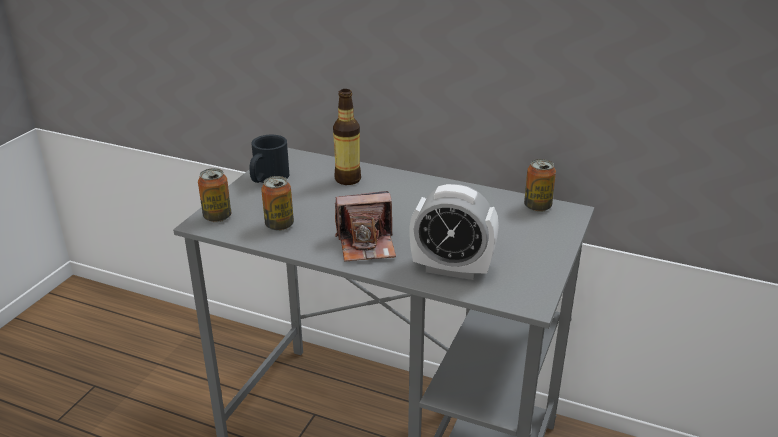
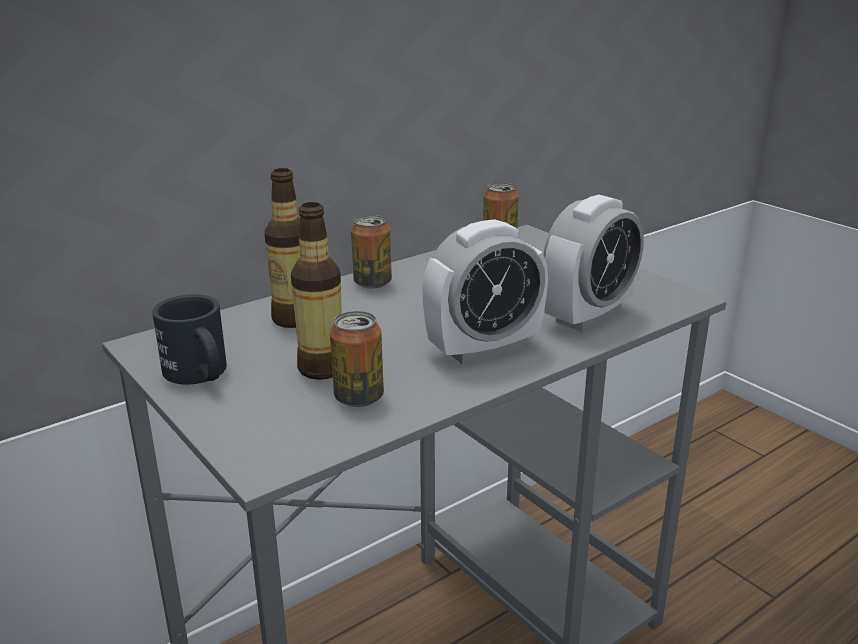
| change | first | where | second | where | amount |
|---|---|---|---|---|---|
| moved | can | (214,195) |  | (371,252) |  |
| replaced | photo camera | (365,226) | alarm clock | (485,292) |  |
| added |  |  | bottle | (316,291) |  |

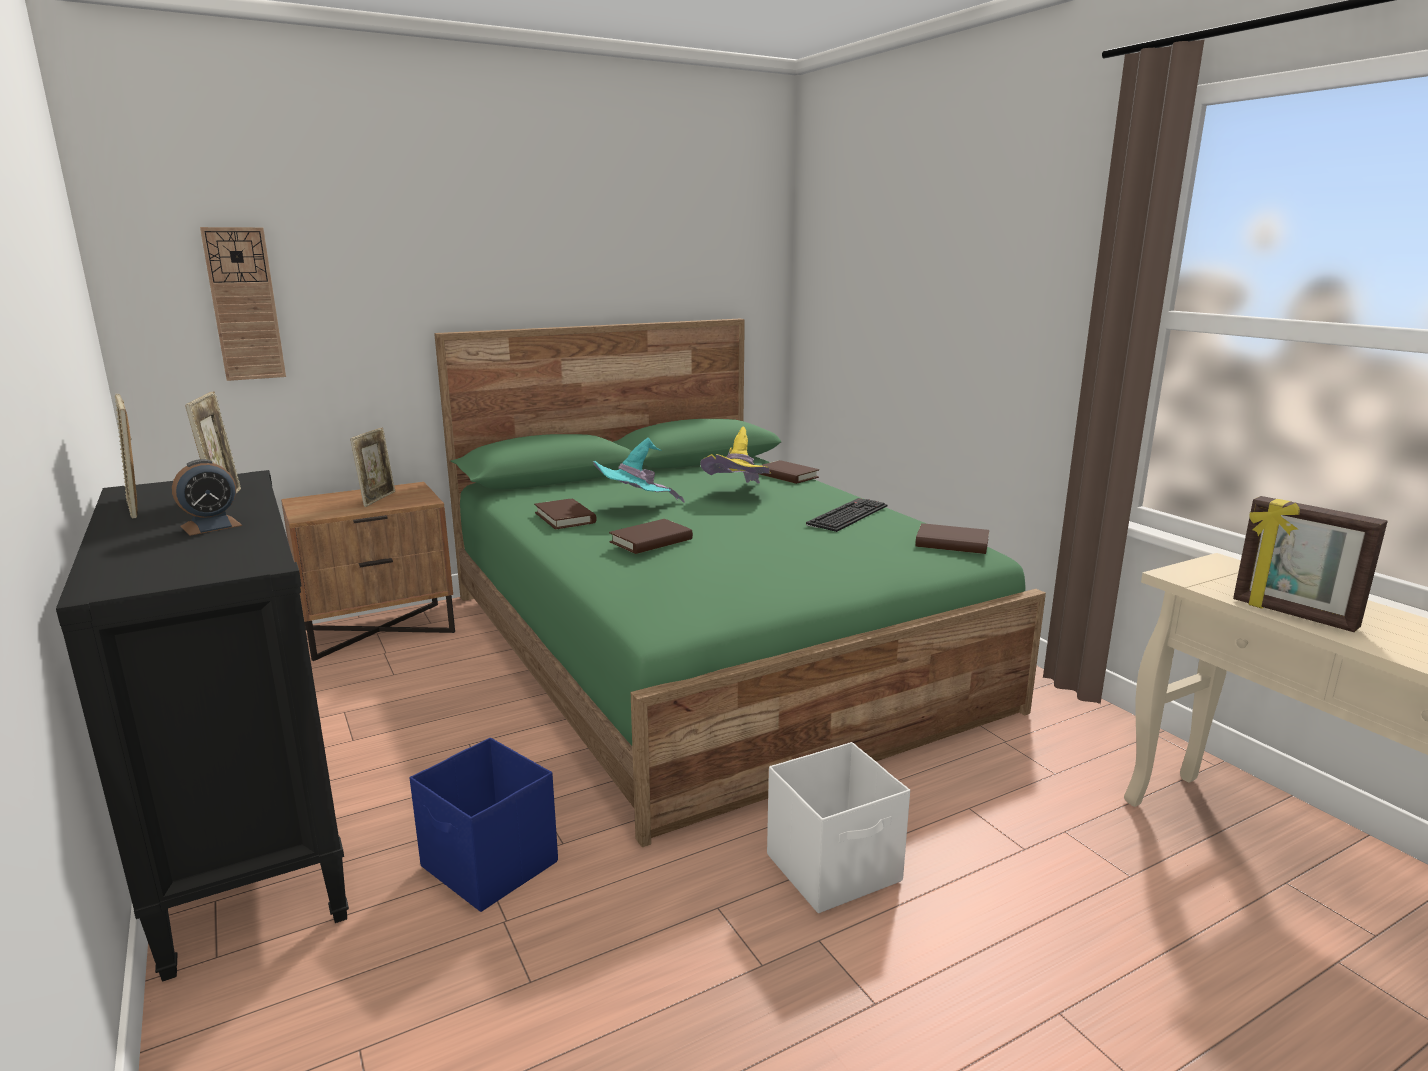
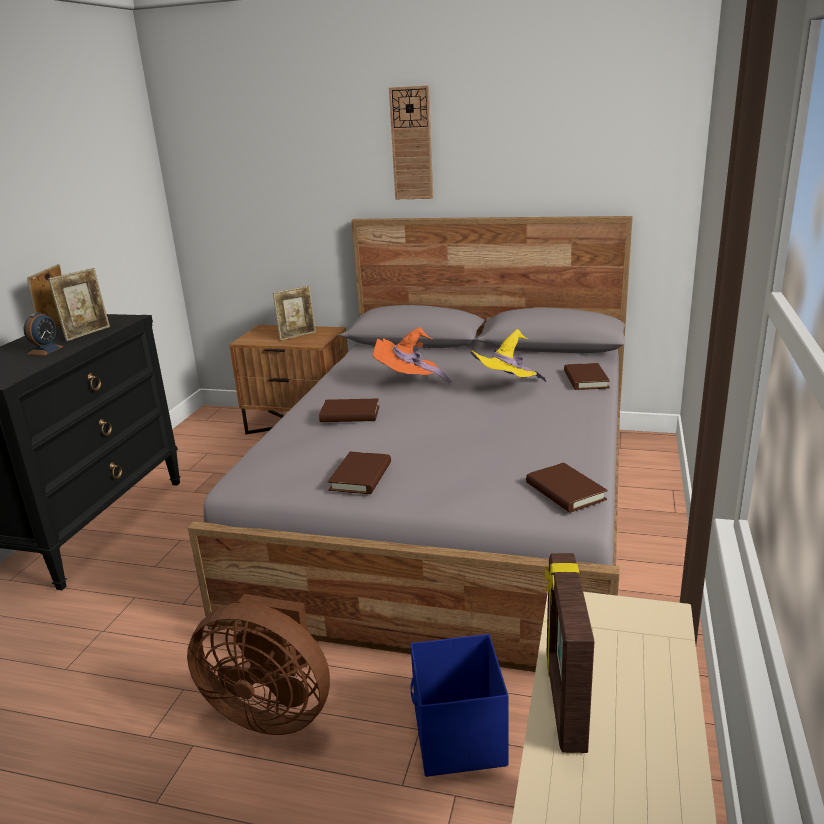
| change | first | where | second | where | amount |
|---|---|---|---|---|---|
| moved | wall clock | (243,304) |  | (411,142) |  |
| recoloured | bed (green) | (740,583) | bed (grey) | (410,444) |  |
| recoloured | hat (turquoise) | (639,470) | hat (orange) | (412,356) |  |
| turned | alarm clock | (207,497) |  | (44,334) | 75 degrees counterclockwise |
| moved | book (brown) | (565,514) |  | (359,473) |  |
| removed | keyboard | (847,515) |  |  |  |
| moved | storage box (blue) | (484,825) |  | (459,705) |  |
| replaced | storage box (white) | (838,827) | fan (brown) | (258,664) |  |

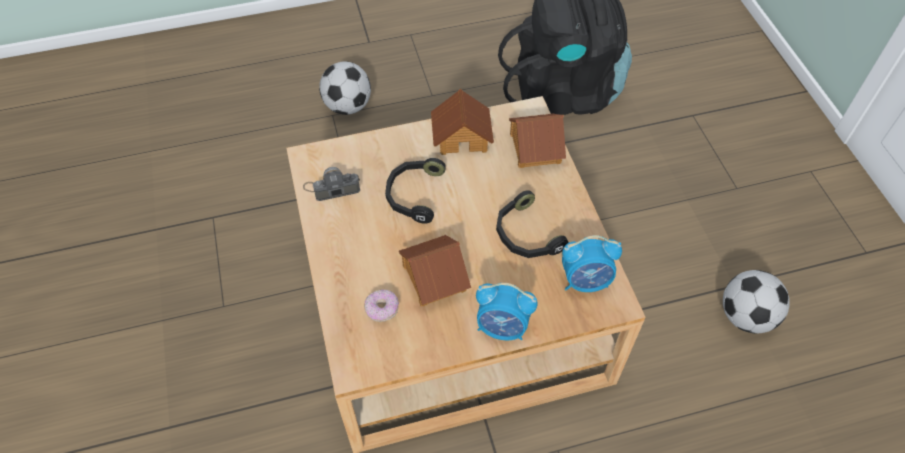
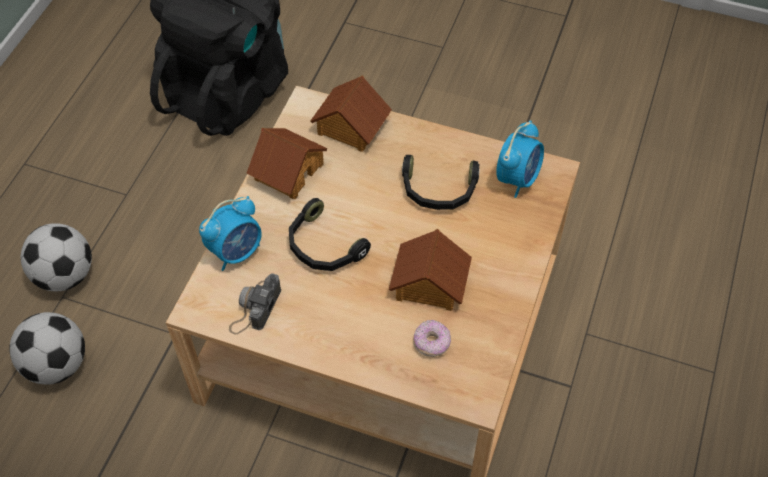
| change | first | where | second | where | amount |
|---|---|---|---|---|---|
| moved | football | (756,302) |  | (47,348) |  |
| moved | alarm clock | (507,311) |  | (230,233) |  |

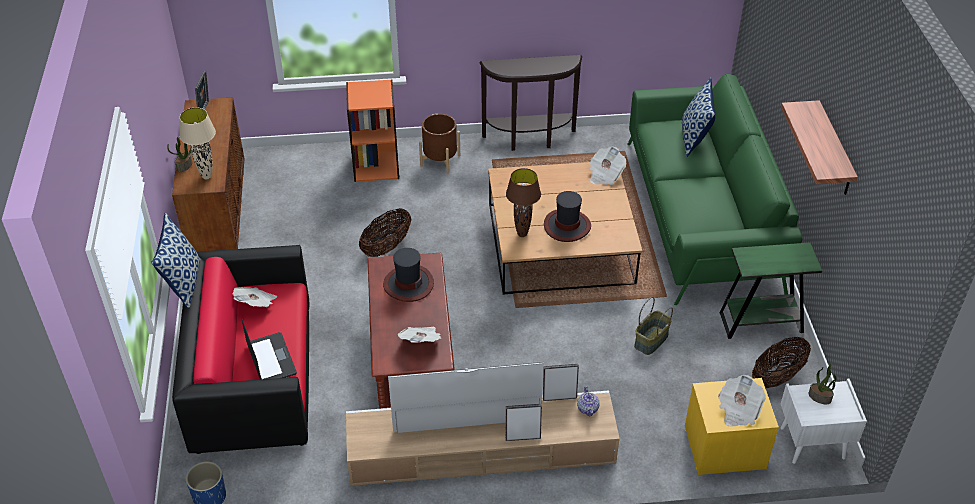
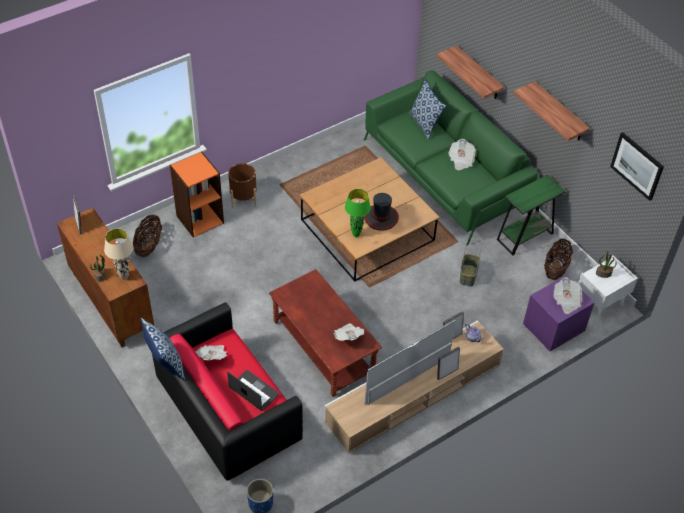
| change | first | where | second | where | amount |
|---|---|---|---|---|---|
| removed | console table (brown) | (530,103) |  |  |  |
| moved | newspaper | (607,166) |  | (462,154) |  |
| recoloured | table lamp (brown) | (523,202) | table lamp (green) | (358,213) |  |
| moved | basket | (385,232) |  | (147,236) |  |
| removed | hat | (408,275) |  |  |  |
| recoloured | nightstand (yellow) | (732,426) | nightstand (purple) | (559,313) |  |
| added |  |  | shelf | (470,72) |  |
| added |  |  | picture | (637,166) |  |

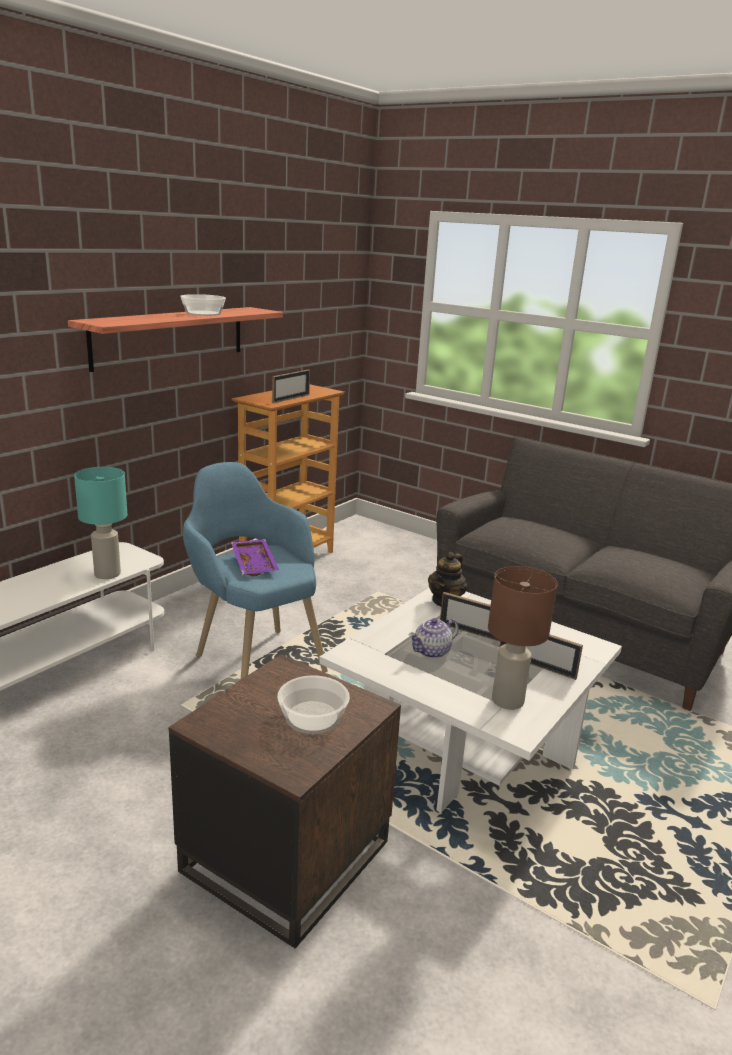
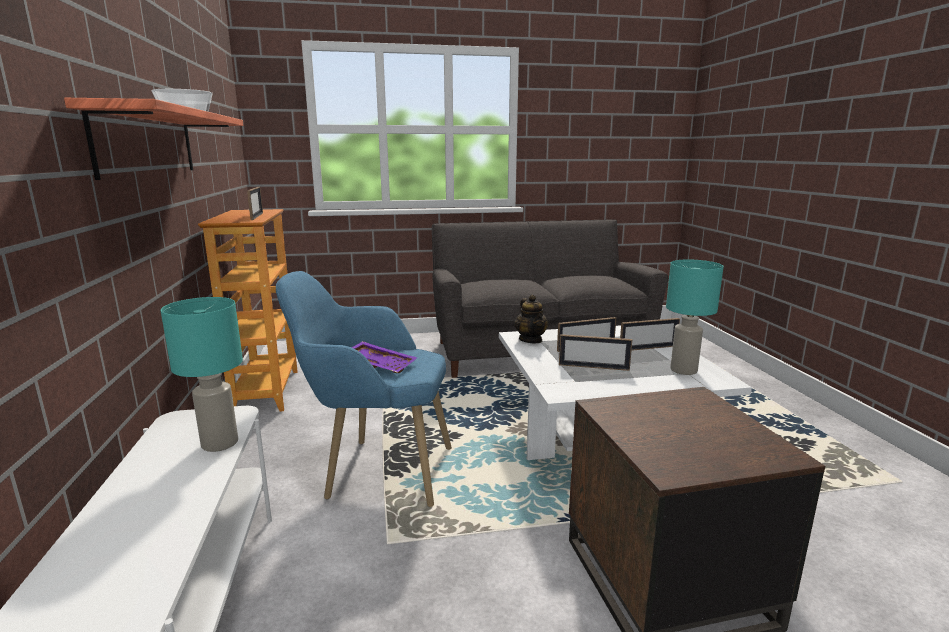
| change | first | where | second | where | amount |
|---|---|---|---|---|---|
| recoloured | table lamp (brown) | (523,638) | table lamp (turquoise) | (695,317) |  |
| replaced | teapot | (434,638) | picture frame | (595,352) |  |
| removed | bowl | (313,704) |  |  |  |

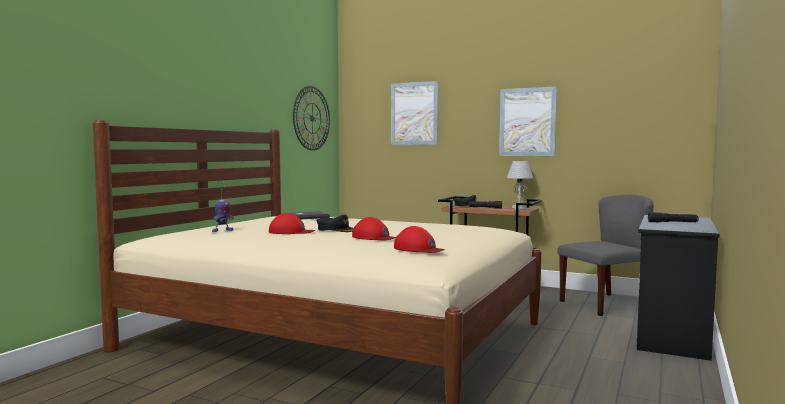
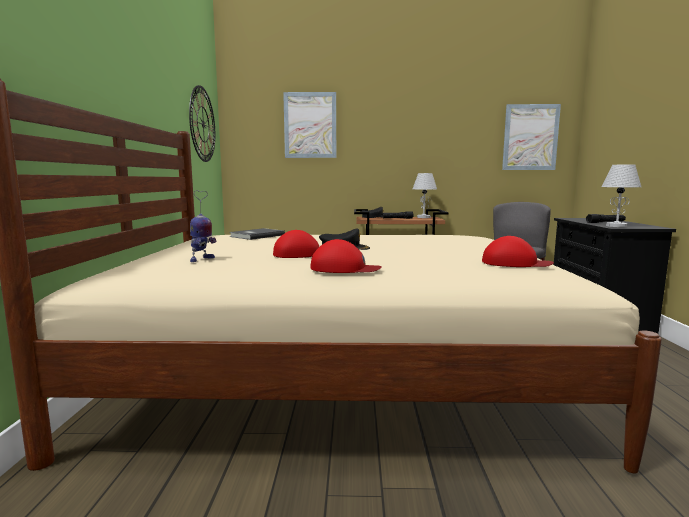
| change | first | where | second | where | amount |
|---|---|---|---|---|---|
| moved | picture | (528,121) |  | (531,137) |  |
| moved | cap (red) | (374,228) |  | (346,256) |  |
| added |  |  | table lamp (white) | (621,195) |  |

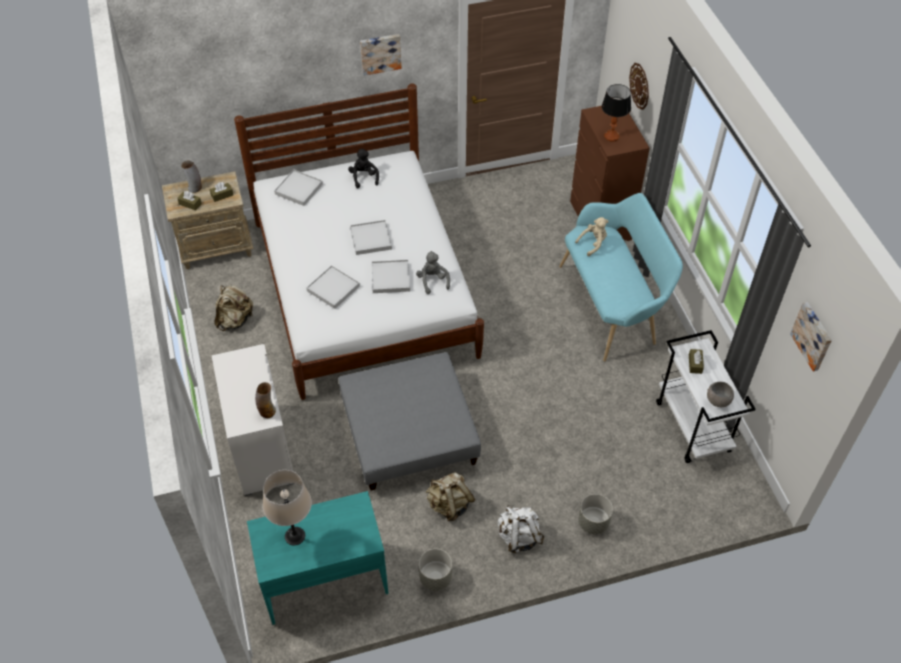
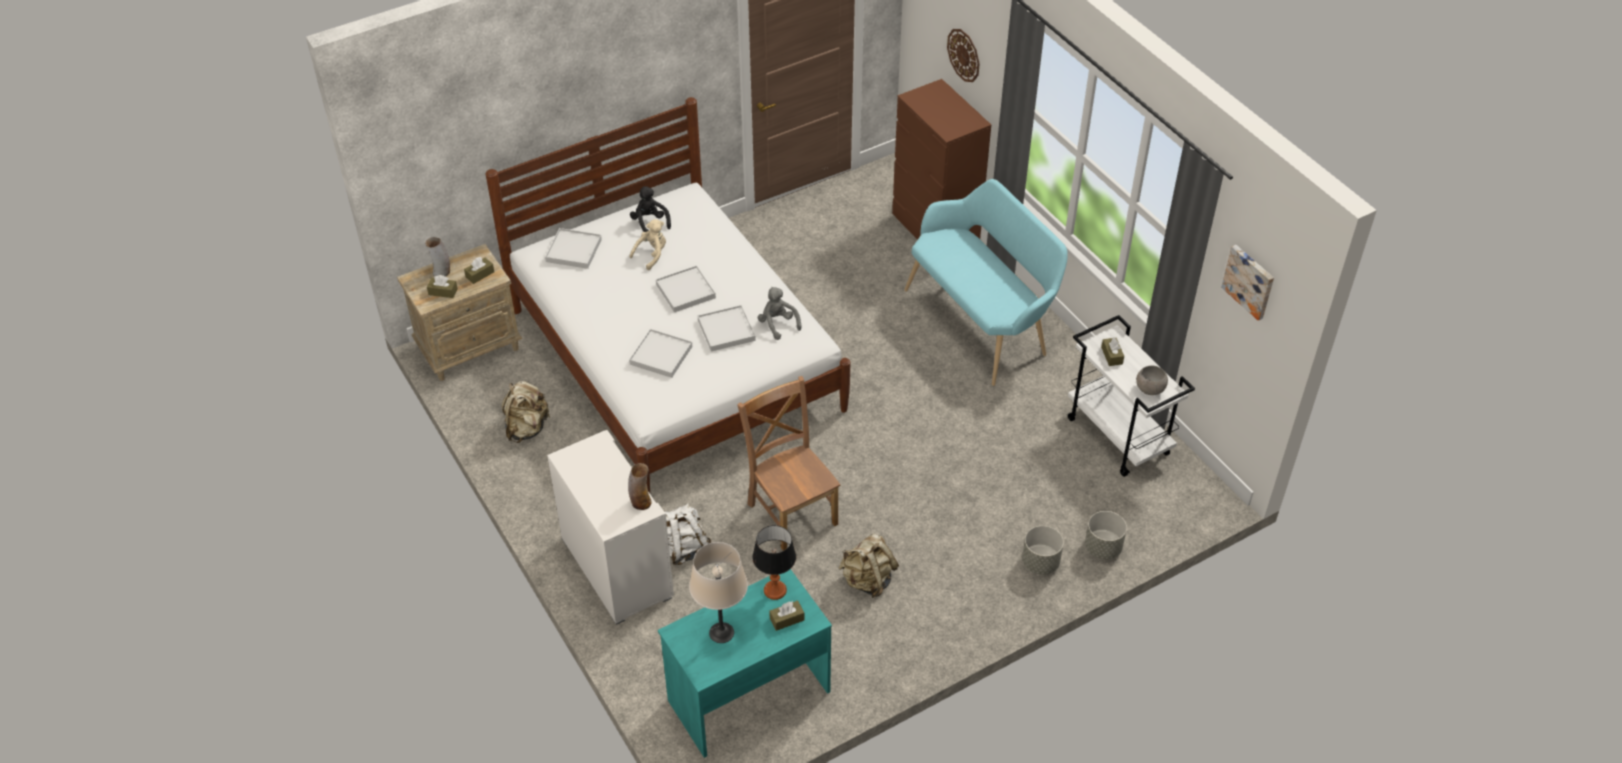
| change | first | where | second | where | amount |
|---|---|---|---|---|---|
| removed | picture | (381,55) |  |  |  |
| moved | table lamp | (616,113) |  | (774,562) |  |
| moved | plush toy (beige) | (592,236) |  | (647,244) |  |
| replaced | ottoman (grey) | (409,421) | chair (brown) | (788,463) |  |
| moved | backpack (white) | (521,529) |  | (687,534) |  |
| moved | planter (grey) | (435,570) |  | (1106,535) |  |
| added |  |  | tissue box (brown) | (786,615) |  |

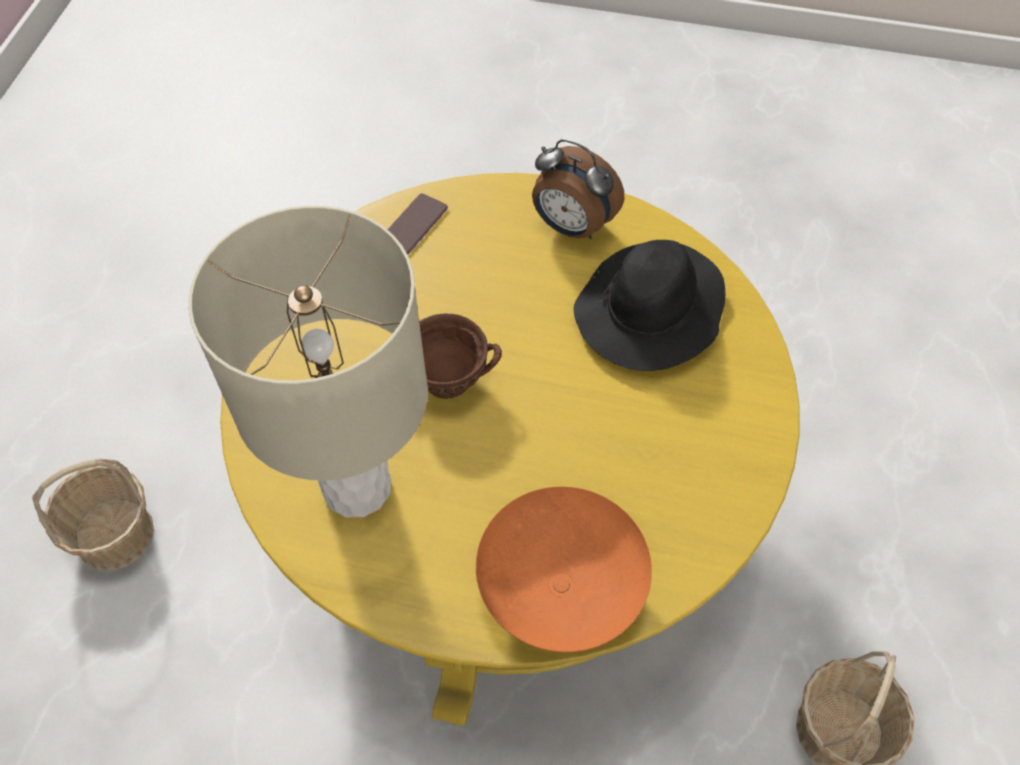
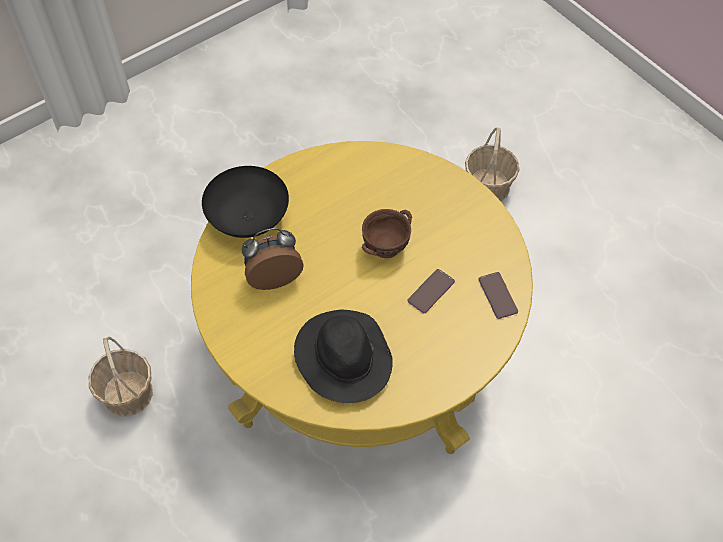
| change | first | where | second | where | amount |
|---|---|---|---|---|---|
| moved | alarm clock | (578,189) |  | (273,259) |  |
| removed | table lamp (beige) | (308,361) |  |  |  |
| recoloured | bowl (orange) | (564,569) | bowl (black) | (245,202) |  |
| added |  |  | phone | (431,291) |  |

